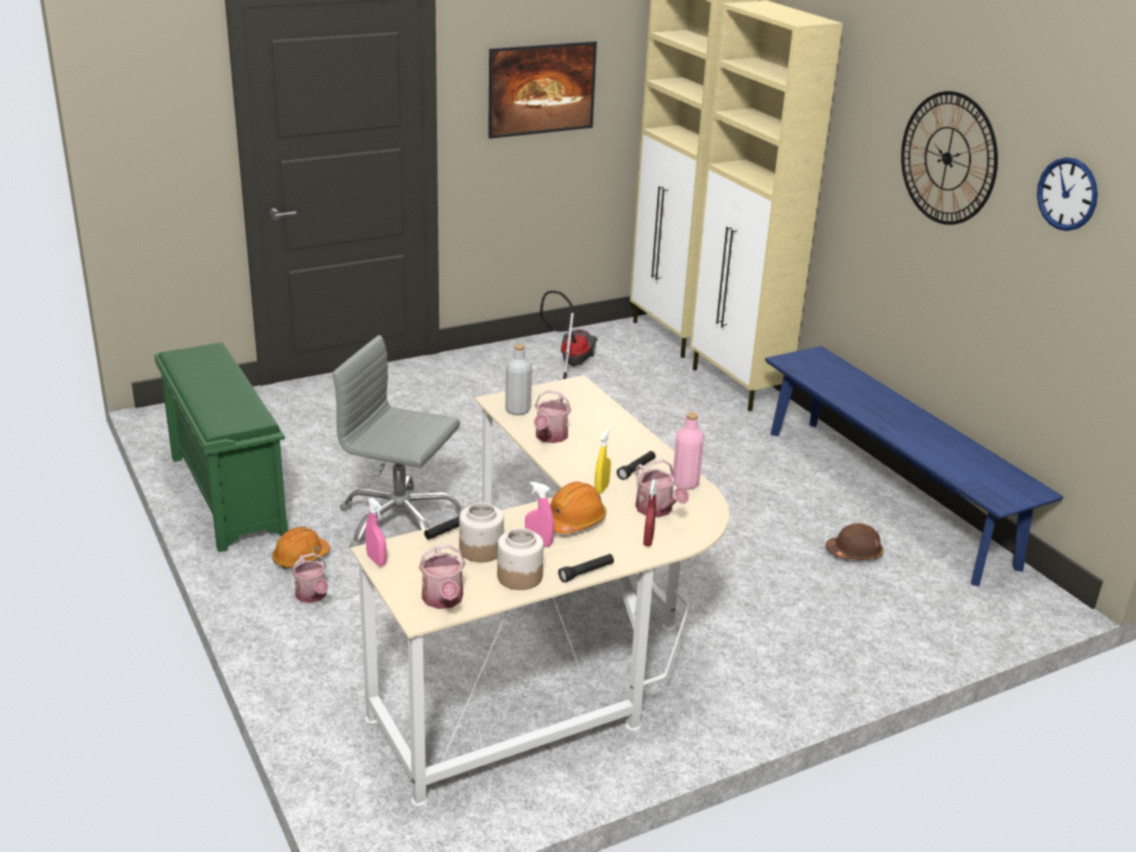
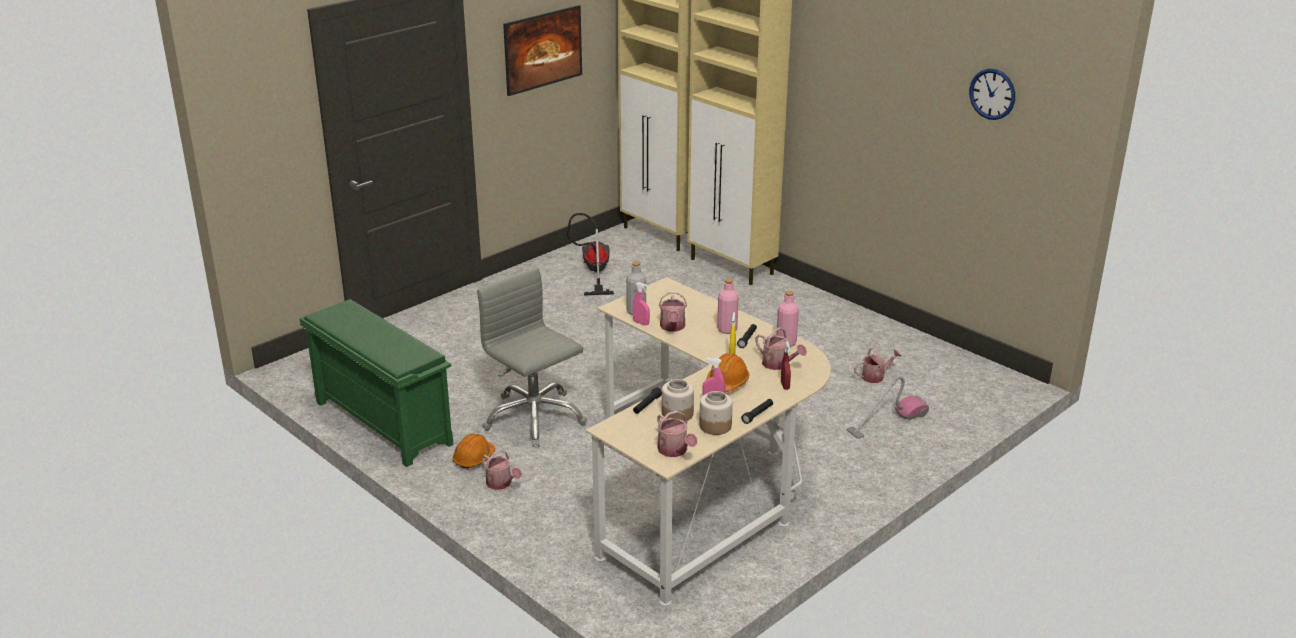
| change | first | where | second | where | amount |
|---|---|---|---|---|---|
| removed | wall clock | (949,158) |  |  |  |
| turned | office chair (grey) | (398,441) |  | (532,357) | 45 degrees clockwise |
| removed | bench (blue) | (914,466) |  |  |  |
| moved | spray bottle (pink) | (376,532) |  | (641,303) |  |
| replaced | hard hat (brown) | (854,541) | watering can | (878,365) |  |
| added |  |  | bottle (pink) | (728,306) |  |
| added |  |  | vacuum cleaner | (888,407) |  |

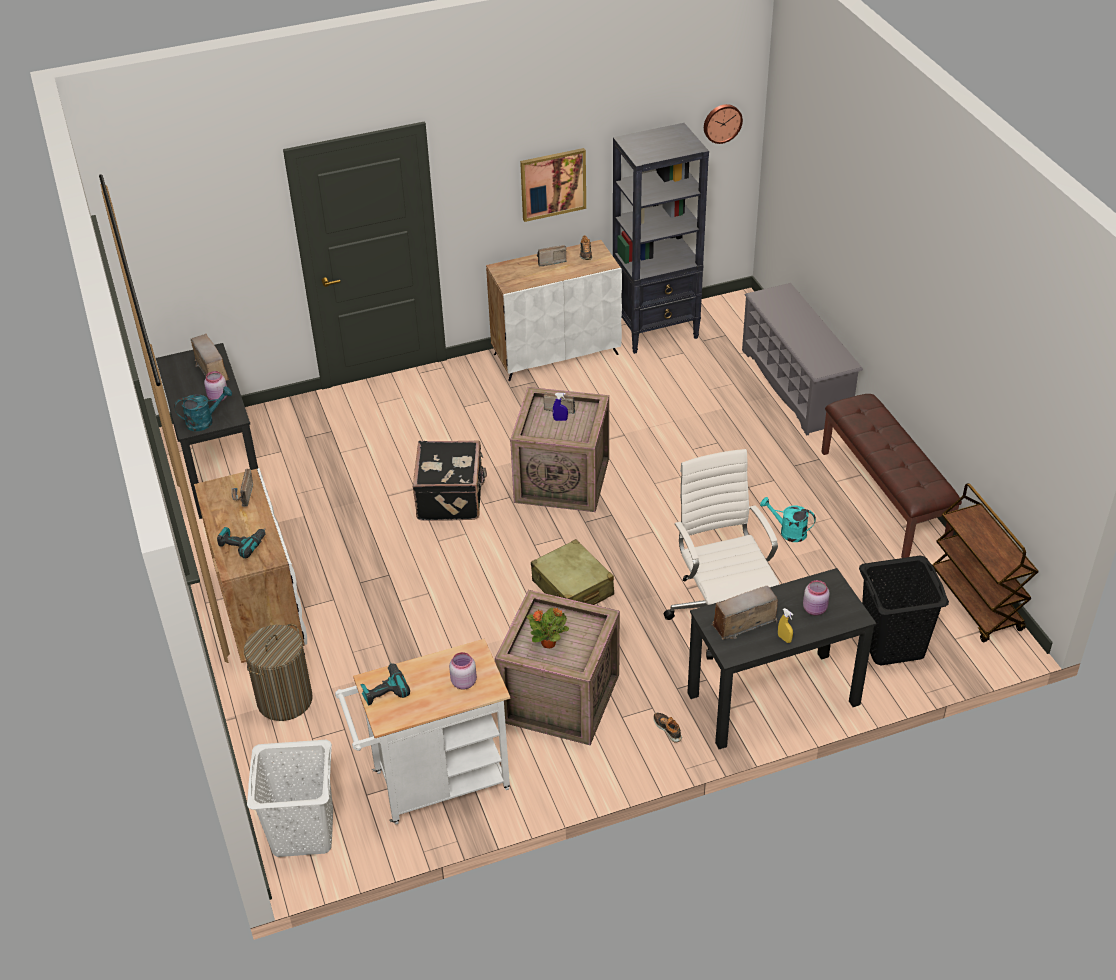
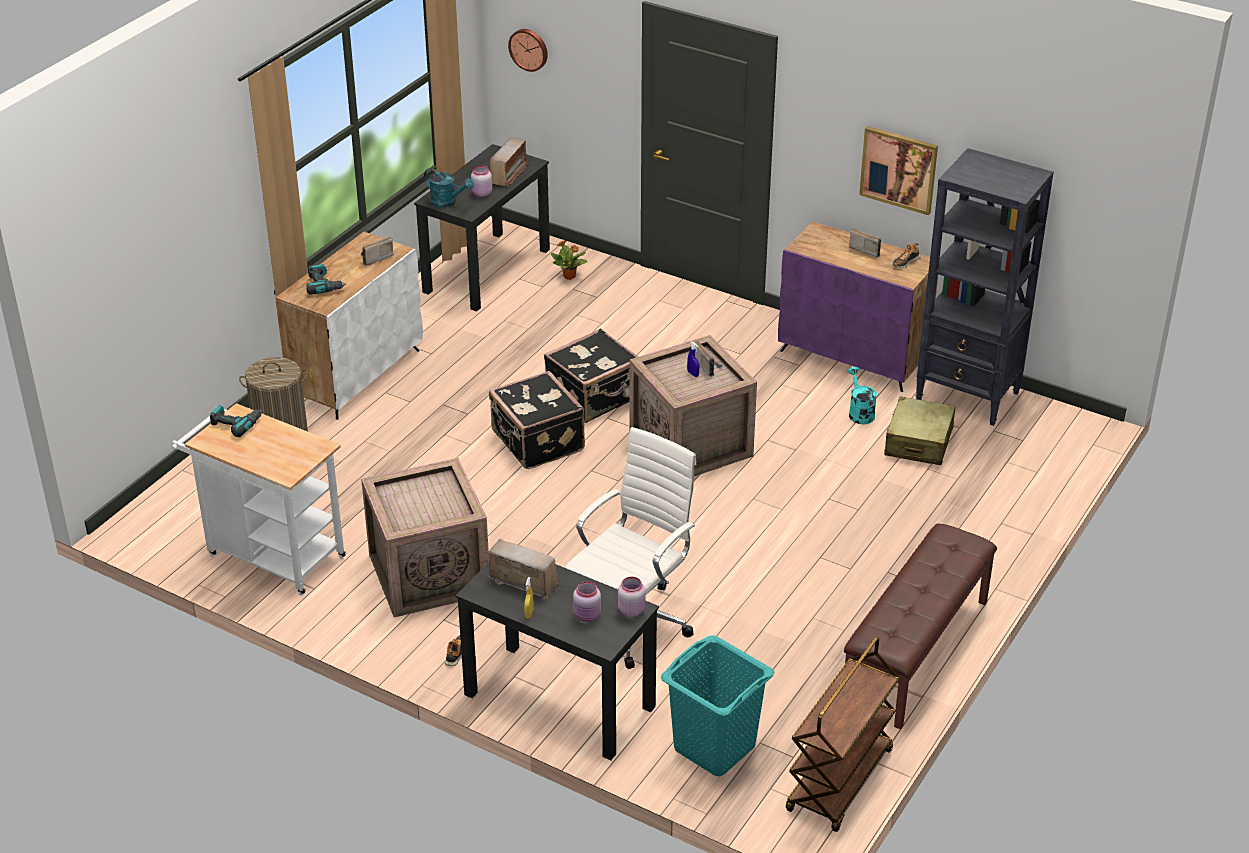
| change | first | where | second | where | amount |
|---|---|---|---|---|---|
| moved | wall clock | (723,124) |  | (528,50) |  |
| recoloured | cabinet (white) | (554,310) | cabinet (purple) | (858,306) |  |
| removed | shoe rack (grey) | (802,359) |  |  |  |
| moved | watering can (turquoise) | (788,519) |  | (862,395) |  |
| moved | suitcase (beige) | (572,572) |  | (919,431) |  |
| recoloured | laundry basket (black) | (904,610) | laundry basket (turquoise) | (717,706) |  |
| moved | potted plant | (548,627) |  | (569,260) |  |
| moved | jar (pink) | (463,671) |  | (631,597) |  |
| removed | laundry basket (white) | (290,798) |  |  |  |
| added |  |  | suitcase (black) | (537,420) |  |

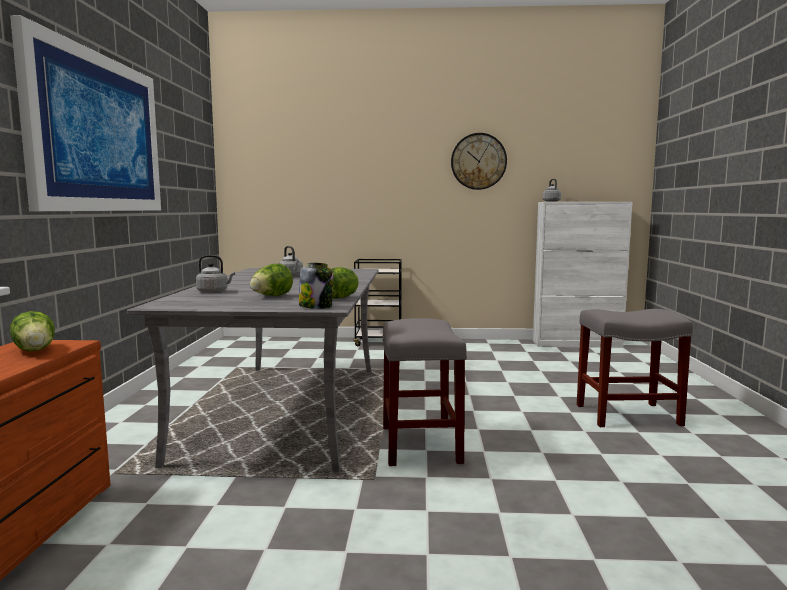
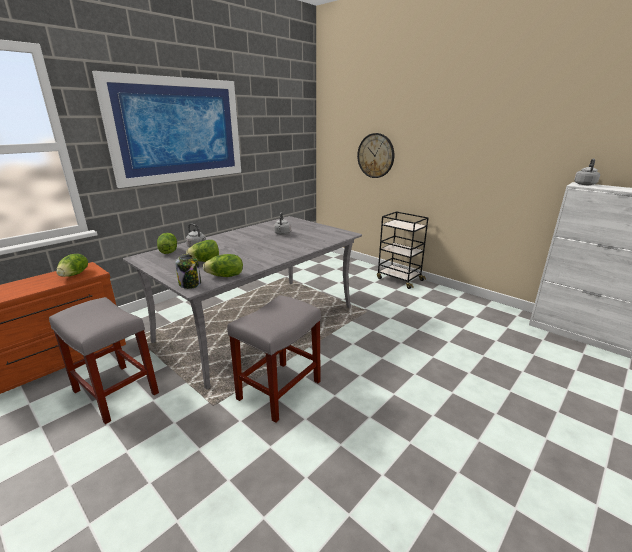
| change | first | where | second | where | amount |
|---|---|---|---|---|---|
| moved | wall clock | (479,161) |  | (375,155) |  |
| moved | stool (grey) | (635,368) |  | (104,360) |  |
| added |  |  | lettuce | (167,243) |  |

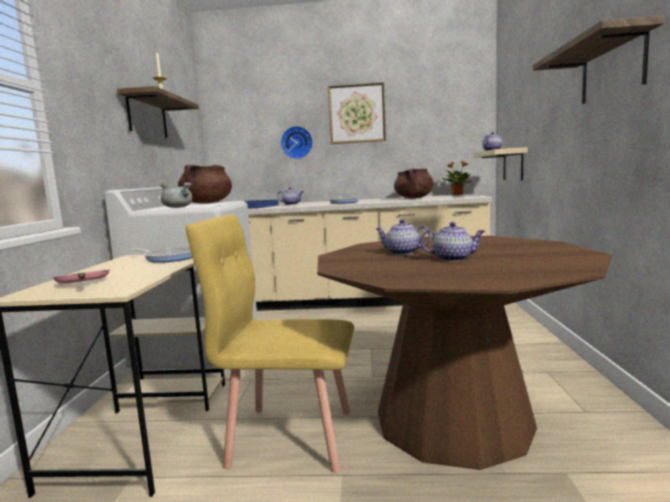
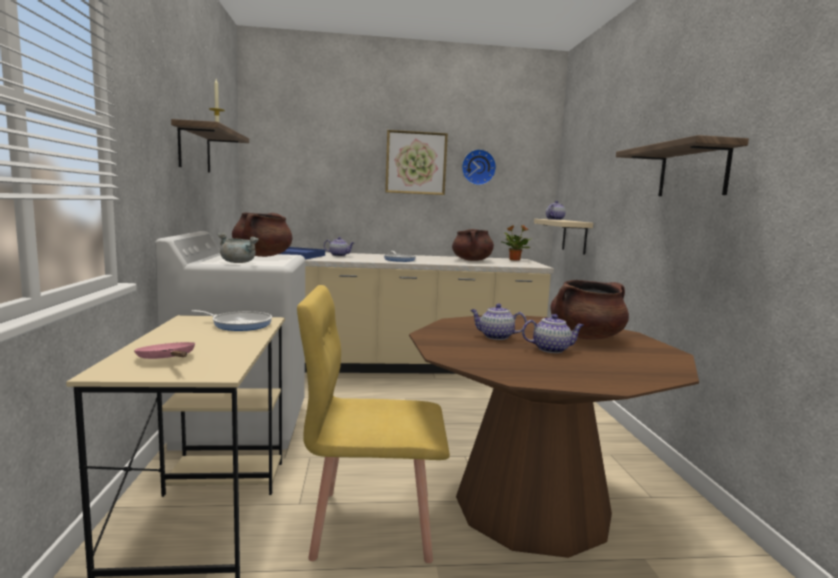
| change | first | where | second | where | amount |
|---|---|---|---|---|---|
| moved | wall clock | (297,142) |  | (479,167) |  |
| added |  |  | cooking pot (brown) | (590,309) |  |

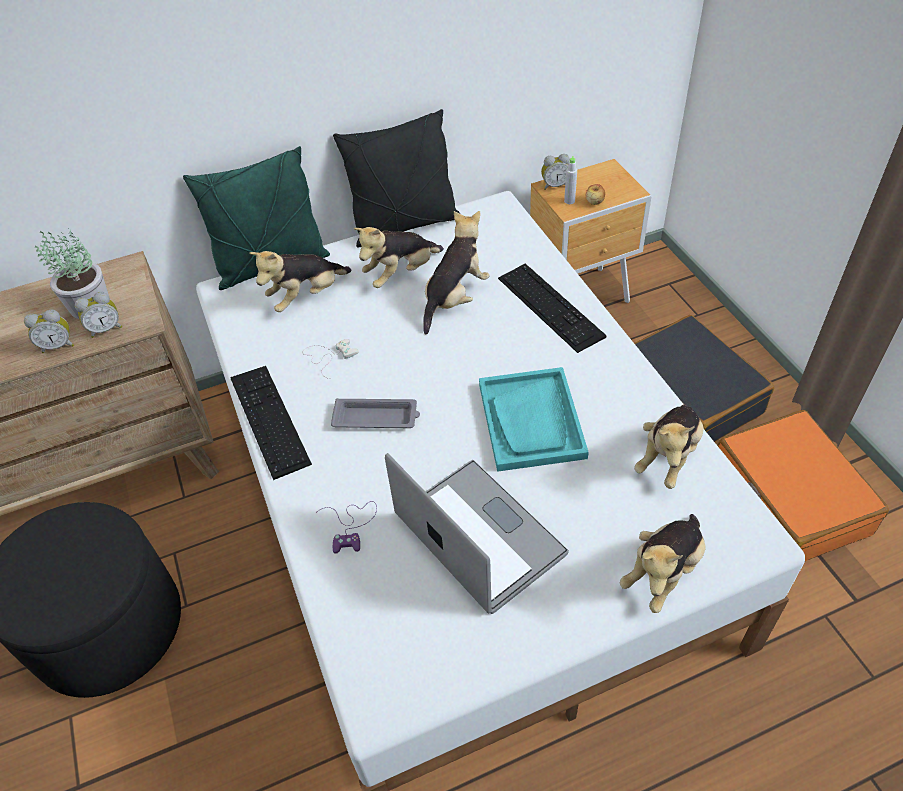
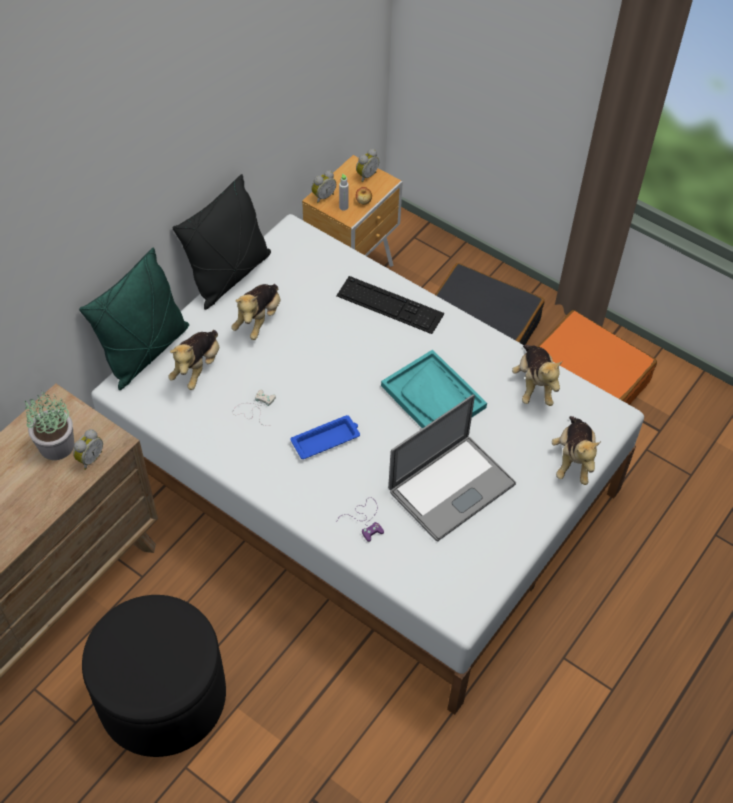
| change | first | where | second | where | amount |
|---|---|---|---|---|---|
| removed | plush toy | (456,272) |  |  |  |
| moved | alarm clock | (49,331) |  | (367,165) |  |
| removed | keyboard | (271,423) |  |  |  |
| recoloured | tray (grey) | (375,413) | tray (blue) | (325,437) |  |
| turned | laptop | (477,533) |  | (452,468) | 120 degrees clockwise |

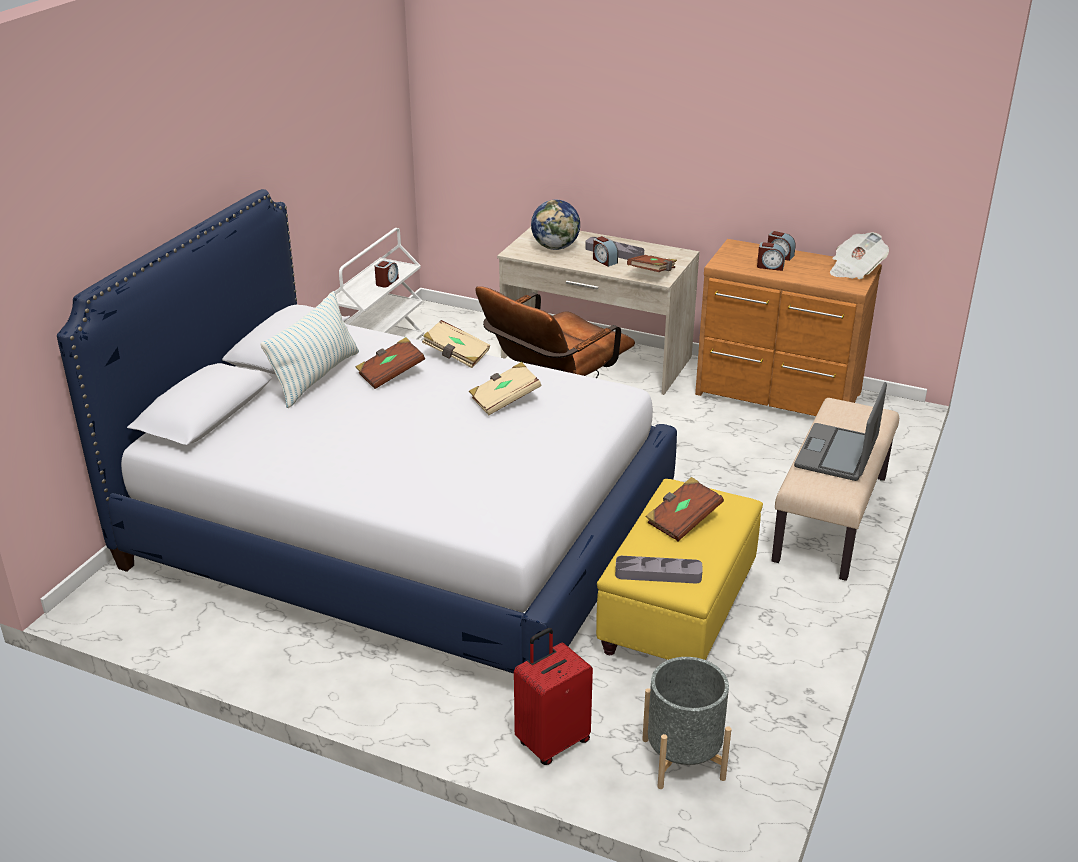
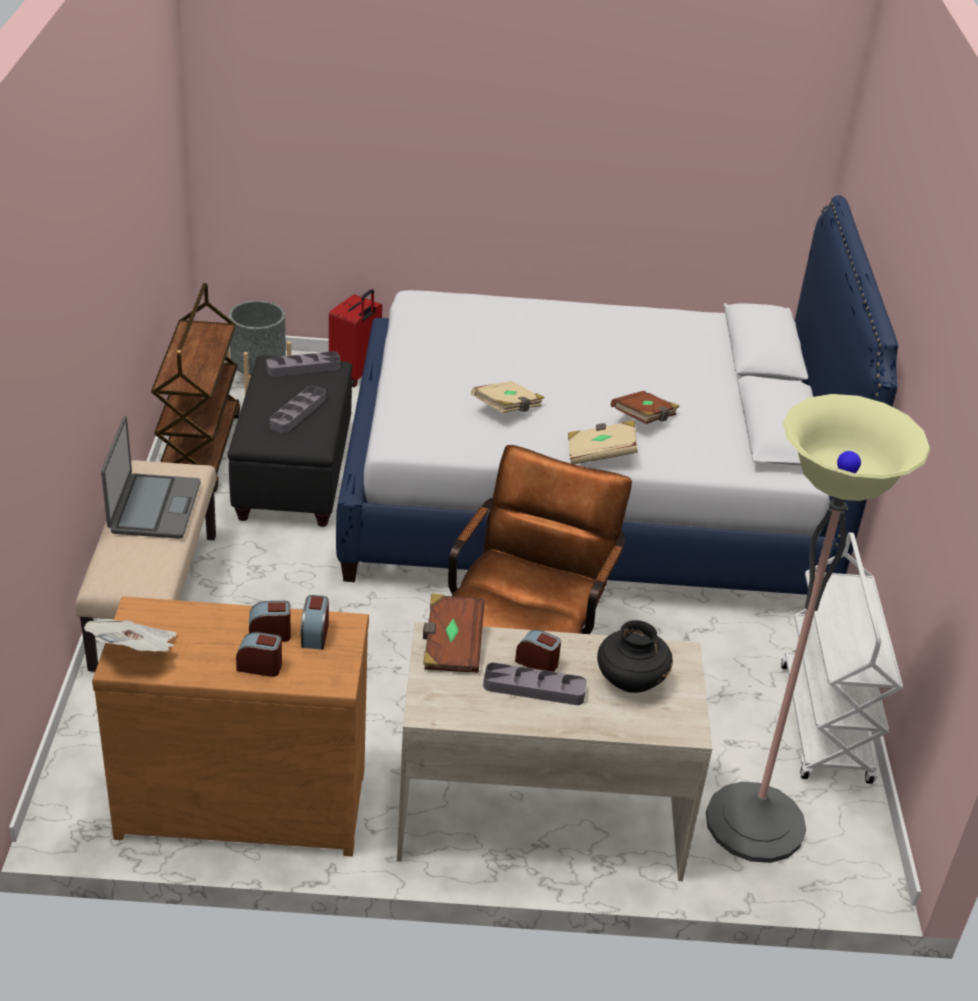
| change | first | where | second | where | amount |
|---|---|---|---|---|---|
| replaced | globe | (555,225) | vase (black) | (635,656) |  |
| moved | alarm clock | (387,274) |  | (314,622) |  |
| removed | pillow | (310,349) |  |  |  |
| replaced | book (brown) | (684,509) | tray (grey) | (298,409) |  |
| recoloured | ottoman (yellow) | (679,569) | ottoman (black) | (289,441) |  |
| added |  |  | cart (brown) | (195,387) |  |
| added |  |  | floor lamp | (818,628) |  |

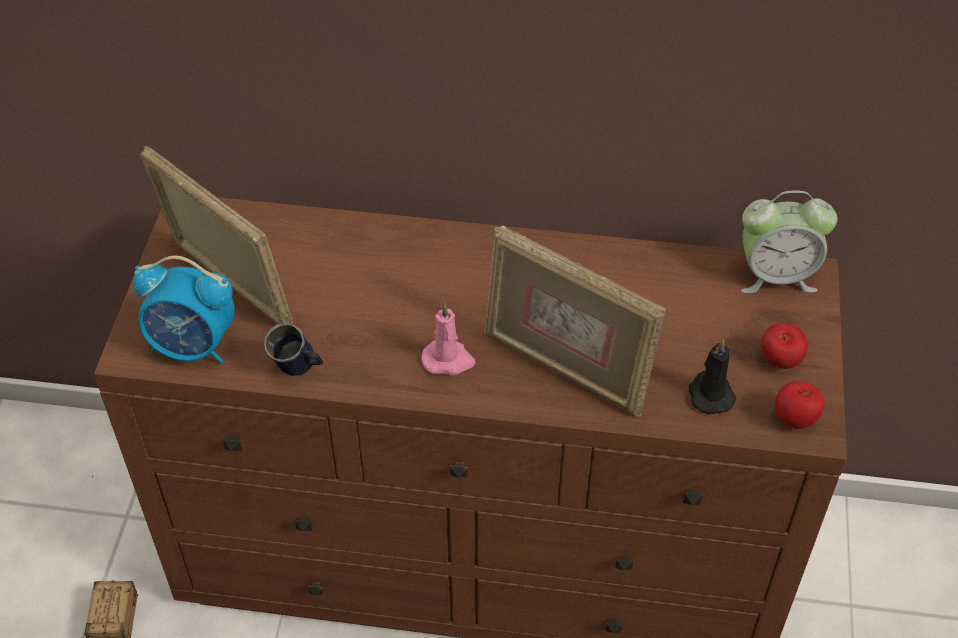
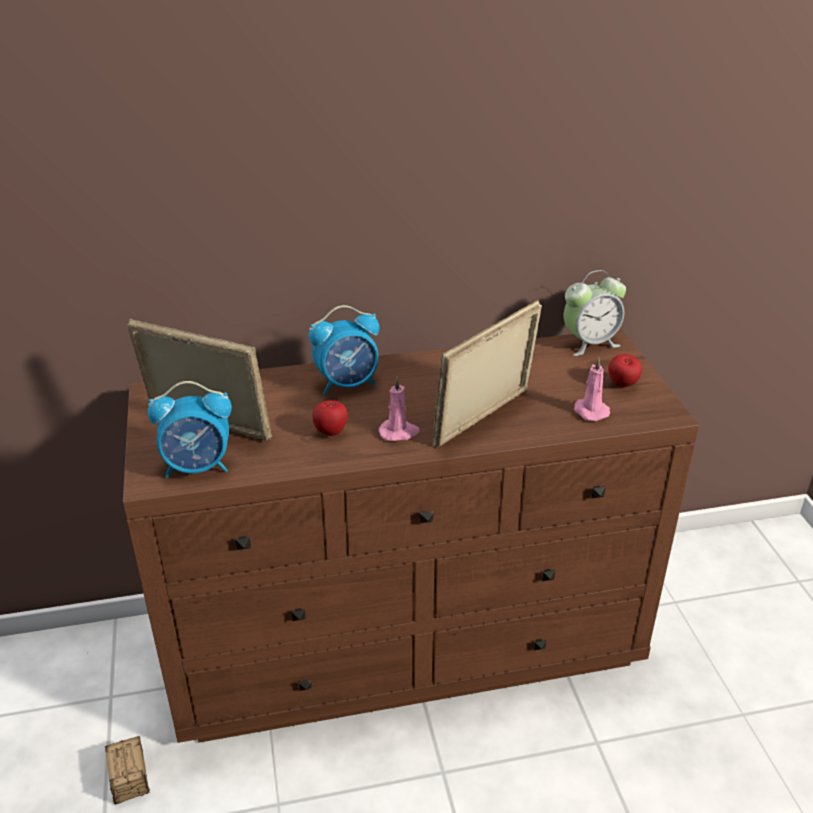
| change | first | where | second | where | amount |
|---|---|---|---|---|---|
| turned | picture frame | (575,321) |  | (487,373) | 120 degrees clockwise |
| removed | mug (blue) | (294,349) |  |  |  |
| recoloured | candle (black) | (712,376) | candle (pink) | (592,389) |  |
| moved | apple | (800,405) |  | (330,418) |  |
| added |  |  | alarm clock | (344,350) |  |

